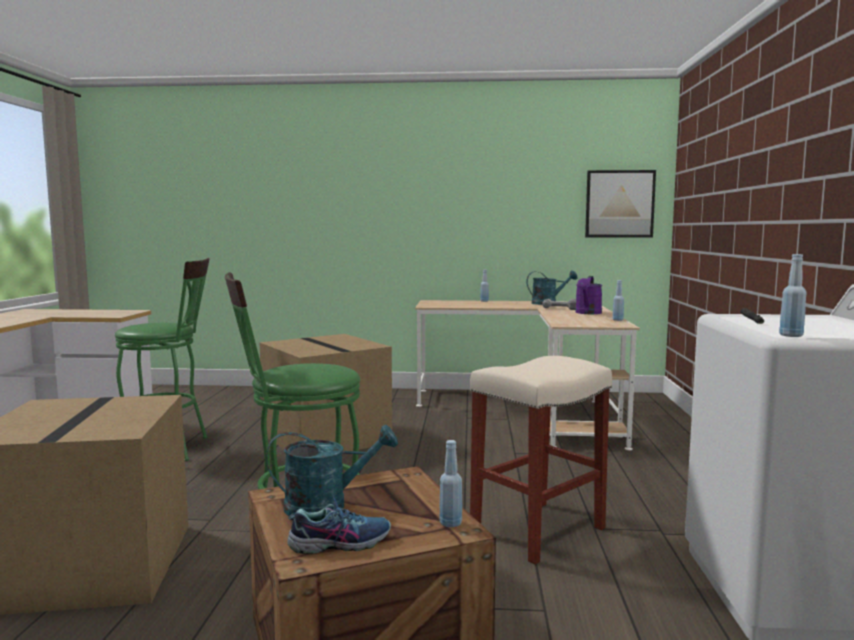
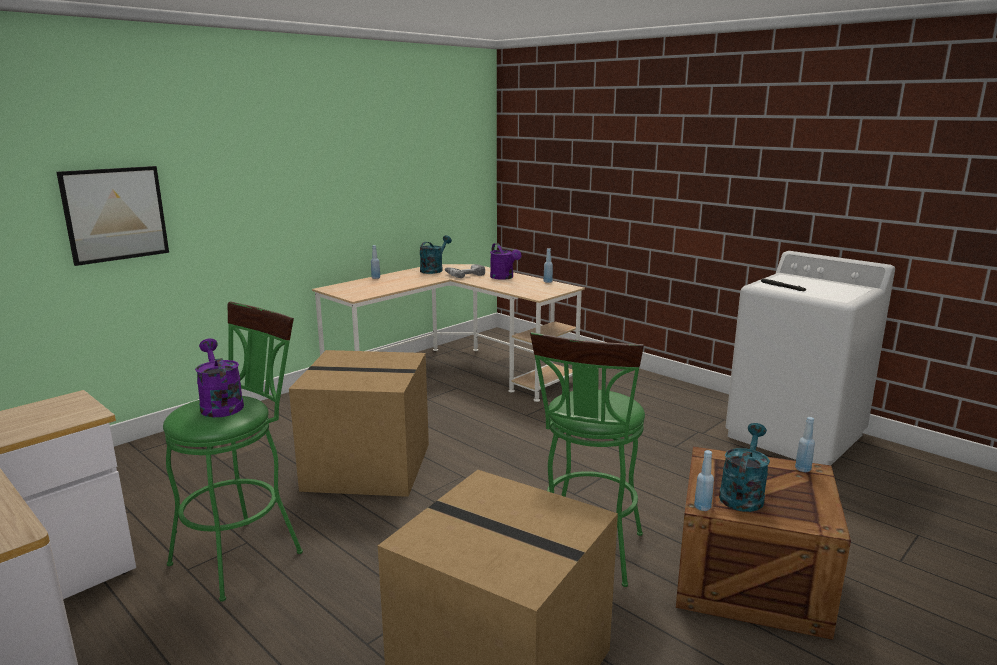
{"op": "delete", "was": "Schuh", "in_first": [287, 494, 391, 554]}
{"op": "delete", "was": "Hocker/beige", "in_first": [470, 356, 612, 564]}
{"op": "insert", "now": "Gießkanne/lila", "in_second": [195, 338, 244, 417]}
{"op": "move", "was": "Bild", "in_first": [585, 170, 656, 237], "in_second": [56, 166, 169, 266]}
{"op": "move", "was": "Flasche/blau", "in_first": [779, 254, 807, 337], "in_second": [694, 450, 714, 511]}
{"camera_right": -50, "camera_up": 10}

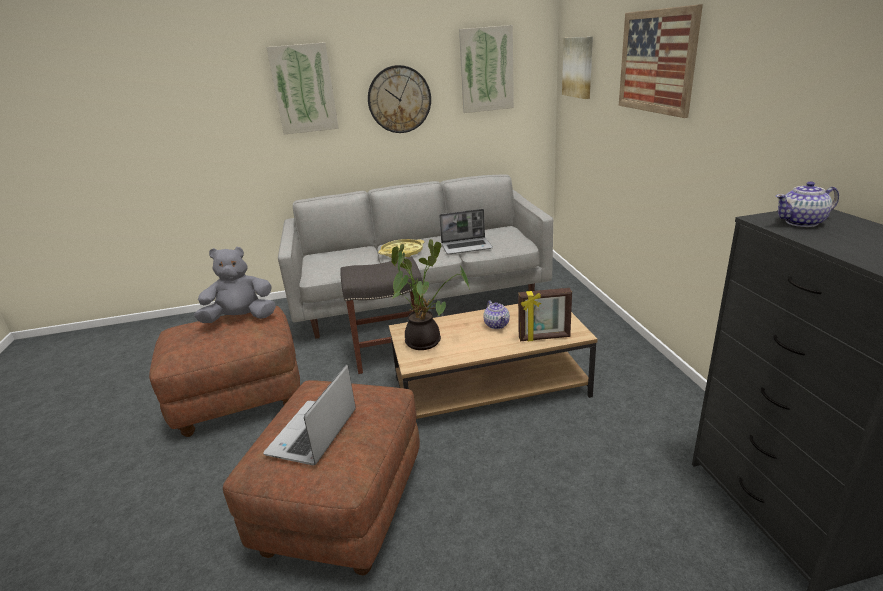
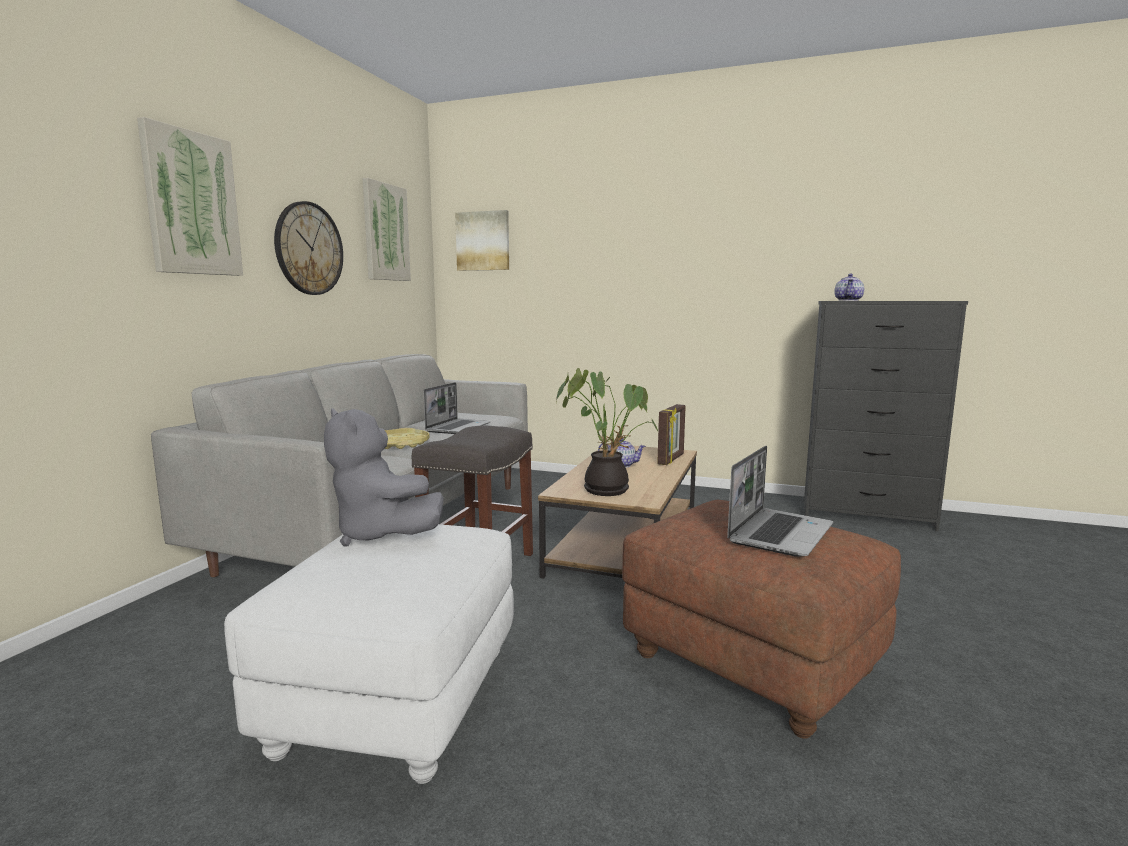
{"op": "delete", "was": "Bild", "in_first": [619, 4, 703, 118]}
{"op": "recolor", "was": "Polsterhocker/braun", "now": "Polsterhocker/weiß", "in_first": [149, 306, 300, 437], "in_second": [224, 524, 514, 784]}
{"op": "rotate", "was": "Plüschtier/grau", "in_first": [194, 247, 276, 323], "in_second": [324, 408, 444, 547], "clockwise": -60}
{"op": "rotate", "was": "Laptop", "in_first": [263, 365, 356, 465], "in_second": [727, 446, 833, 557], "clockwise": -105}
{"camera_right": -60, "camera_up": -15}

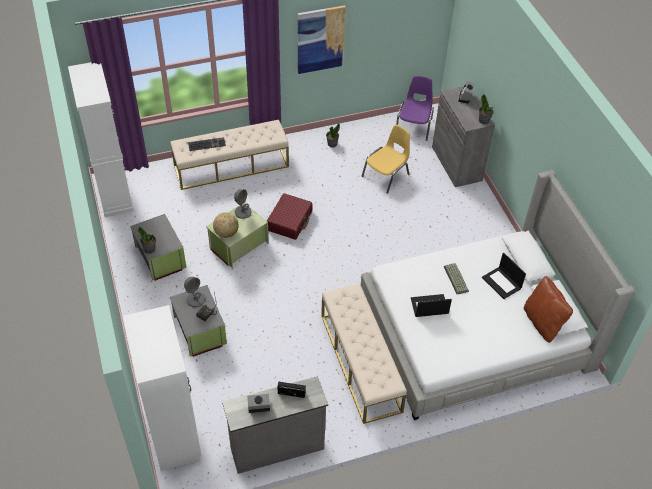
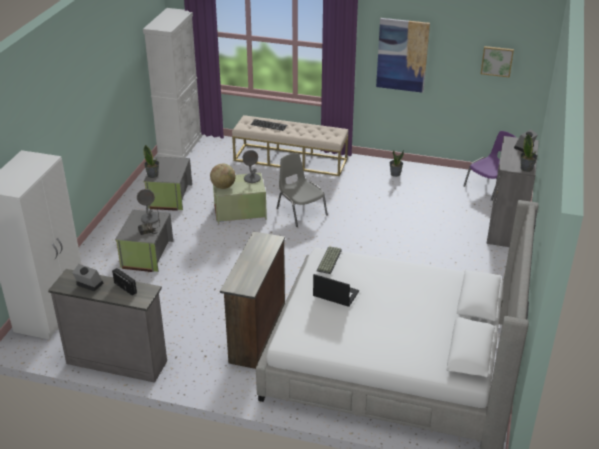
{"op": "delete", "was": "Stuhl/gelb", "in_first": [362, 125, 410, 194]}
{"op": "delete", "was": "Laptop", "in_first": [482, 253, 526, 299]}
{"op": "delete", "was": "Kissen/braun", "in_first": [524, 276, 573, 343]}
{"op": "insert", "now": "Bild", "in_second": [481, 46, 514, 78]}
{"op": "move", "was": "Tastatur", "in_first": [444, 263, 469, 294], "in_second": [317, 246, 342, 274]}
{"op": "replace", "was": "Koffer/rot", "now": "Stuhl/grau", "in_first": [267, 193, 312, 240], "in_second": [276, 153, 328, 227]}
{"op": "replace", "was": "Bank/beige", "now": "Kommode/braun", "in_first": [321, 284, 407, 424], "in_second": [220, 231, 285, 369]}
{"camera_right": 35, "camera_up": -15}

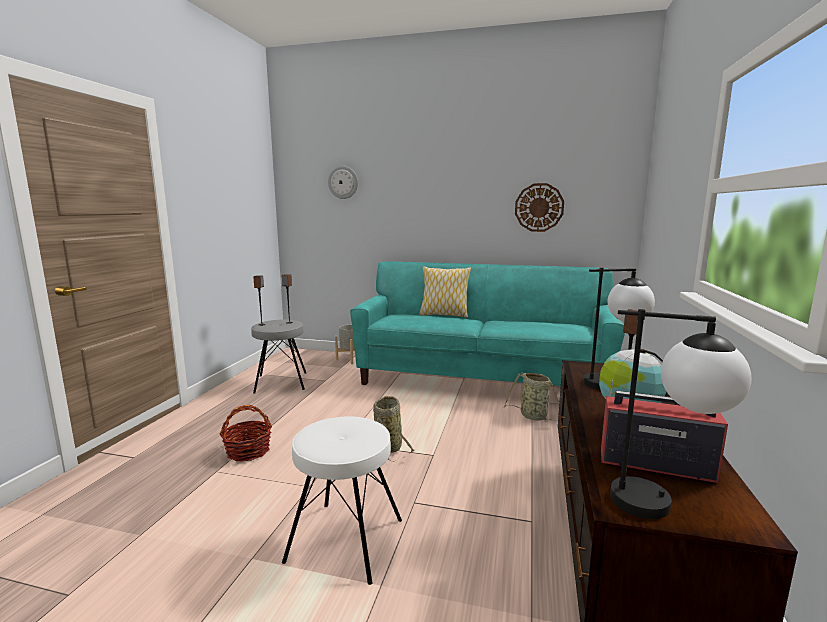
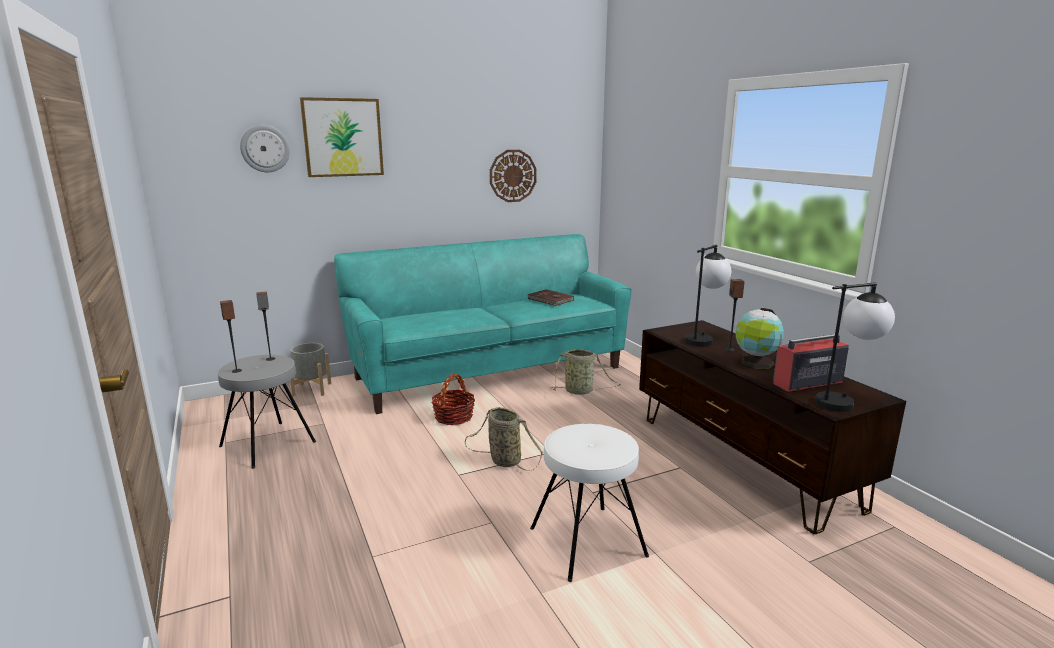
{"op": "delete", "was": "Kissen", "in_first": [419, 266, 471, 318]}
{"op": "insert", "now": "Bild", "in_second": [300, 97, 384, 177]}
{"op": "insert", "now": "Buch/braun", "in_second": [528, 289, 574, 306]}
{"op": "move", "was": "Korb", "in_first": [220, 405, 272, 462], "in_second": [432, 374, 475, 425]}
{"camera_right": -40, "camera_up": 5}

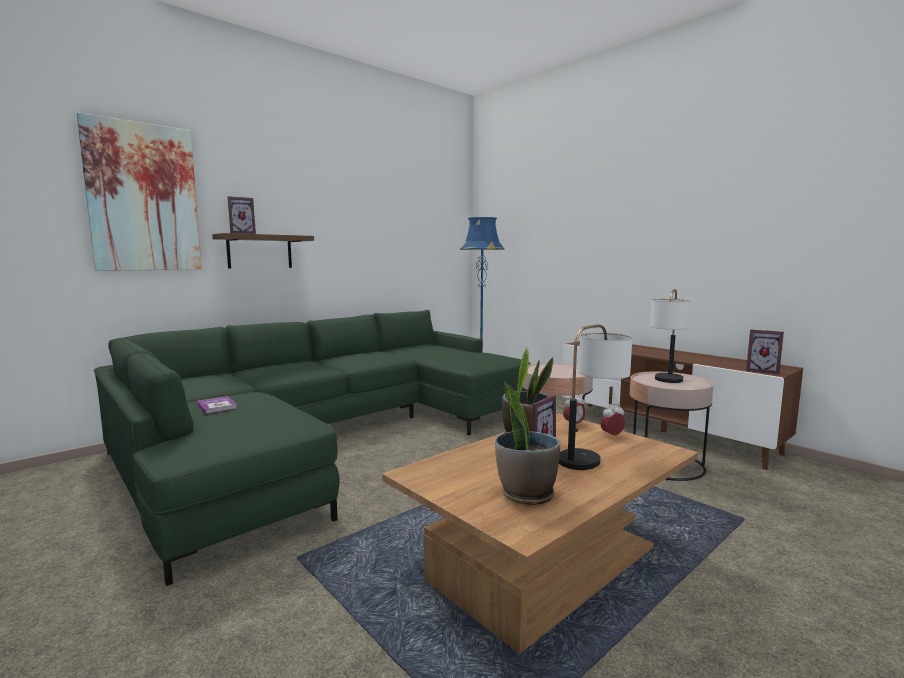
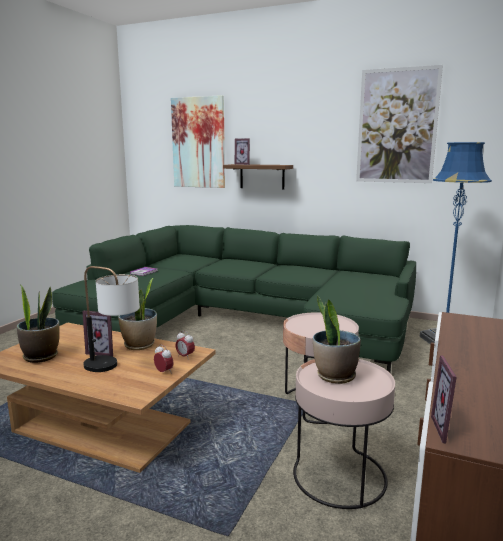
{"op": "insert", "now": "Bild", "in_second": [356, 65, 443, 183]}
{"op": "replace", "was": "Tischlampe", "now": "Topfpflanze", "in_first": [650, 289, 691, 383], "in_second": [313, 295, 361, 384]}
{"camera_right": 65, "camera_up": 5}

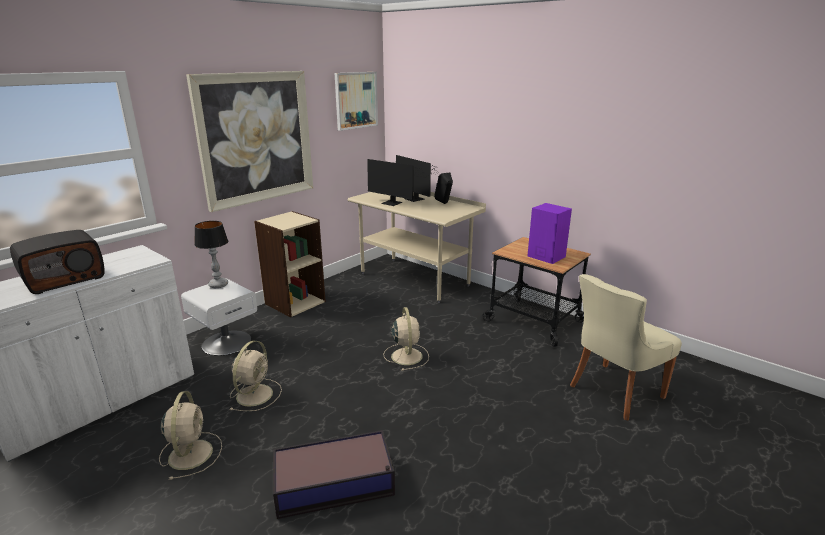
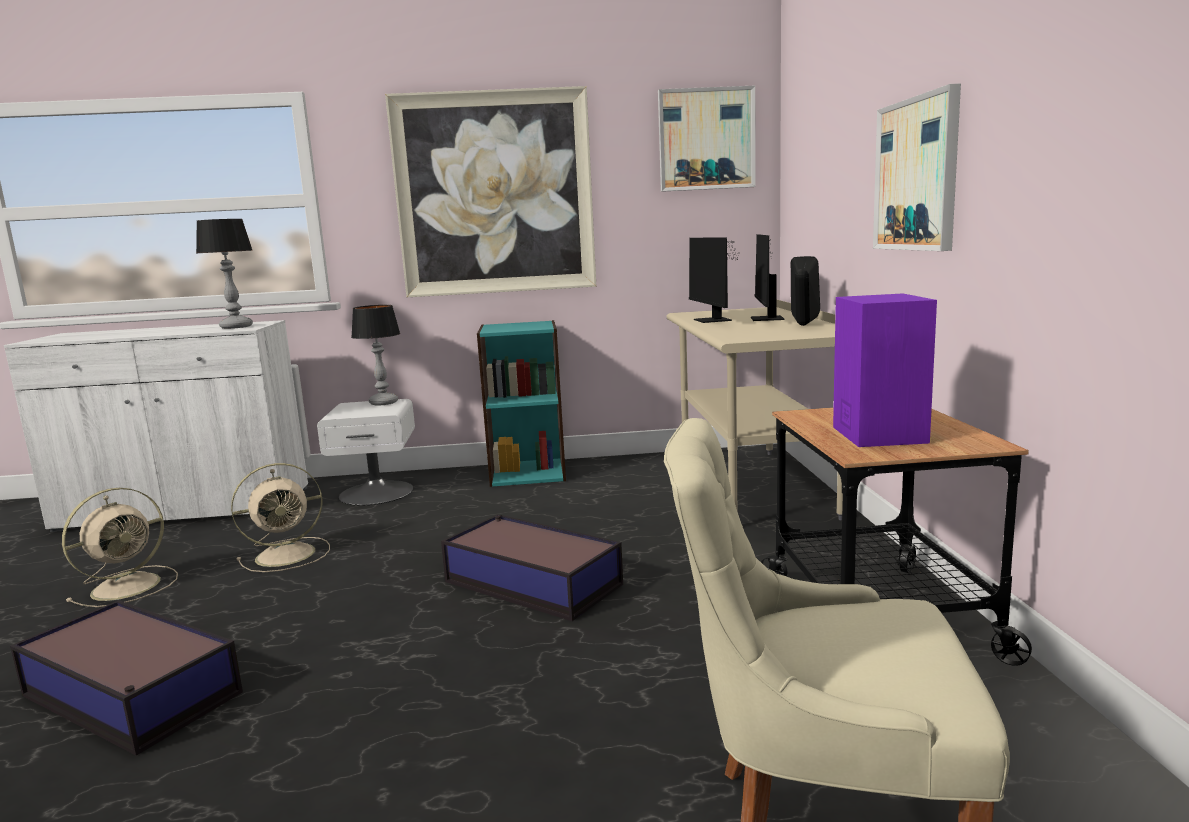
{"op": "delete", "was": "Radio", "in_first": [10, 230, 105, 294]}
{"op": "insert", "now": "Tischlampe", "in_second": [196, 219, 253, 329]}
{"op": "insert", "now": "Bild", "in_second": [873, 83, 961, 251]}
{"op": "replace", "was": "Ventilator/beige", "now": "Aufbewahrungsbox", "in_first": [383, 307, 429, 371], "in_second": [441, 514, 623, 621]}
{"op": "recolor", "was": "Bücherregal/beige", "now": "Bücherregal/türkis", "in_first": [254, 211, 326, 317], "in_second": [477, 320, 566, 487]}
{"camera_right": 45, "camera_up": -10}

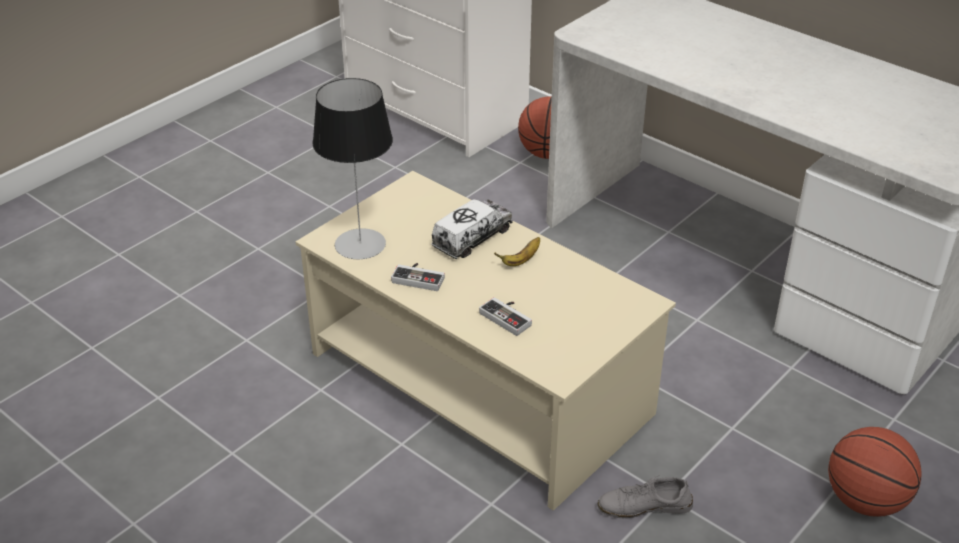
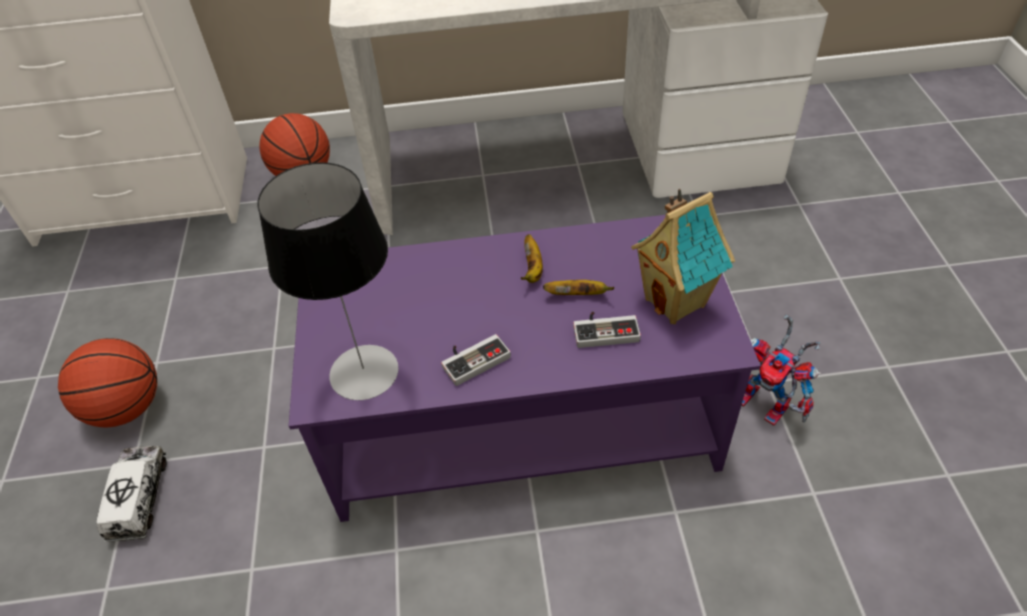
{"op": "insert", "now": "Banane", "in_second": [543, 280, 615, 295]}
{"op": "insert", "now": "Spielzeughaus", "in_second": [631, 189, 735, 324]}
{"op": "move", "was": "Spielzeuglaster", "in_first": [431, 199, 513, 259], "in_second": [96, 446, 167, 542]}
{"op": "move", "was": "Basketball", "in_first": [828, 427, 922, 517], "in_second": [58, 338, 157, 428]}
{"op": "replace", "was": "Schuh/grau", "now": "Spielzeugroboter", "in_first": [597, 475, 693, 519], "in_second": [741, 314, 821, 426]}
{"op": "recolor", "was": "Couchtisch/beige", "now": "Couchtisch/lila", "in_first": [296, 171, 676, 511], "in_second": [289, 215, 761, 522]}
{"camera_right": -45, "camera_up": 10}

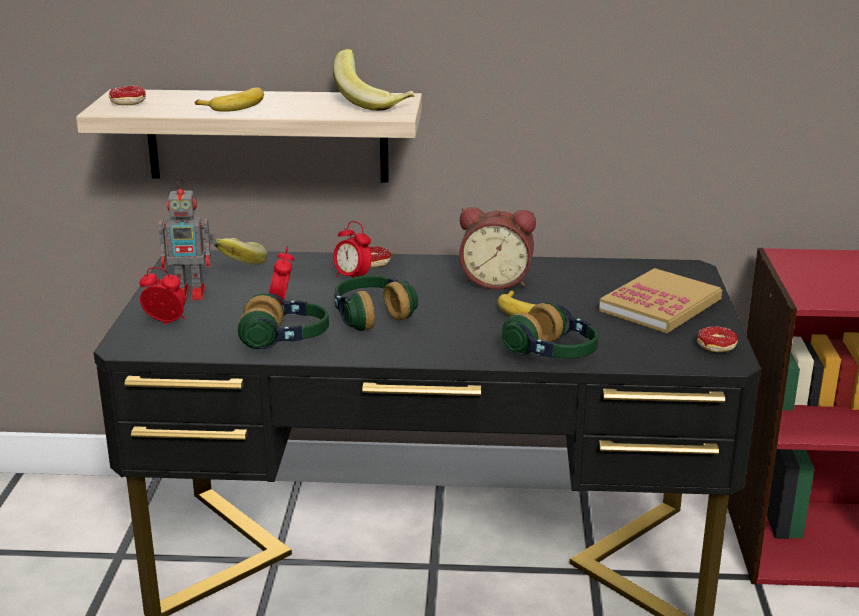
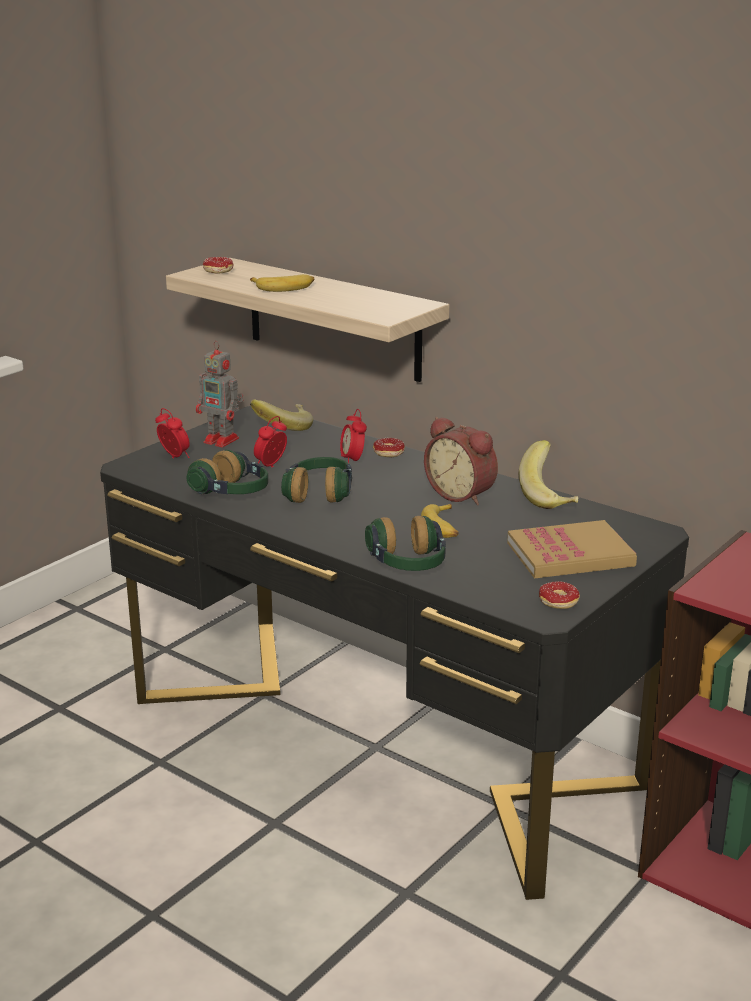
{"op": "move", "was": "Banane", "in_first": [333, 49, 415, 111], "in_second": [519, 440, 578, 509]}
{"camera_right": 35, "camera_up": 0}

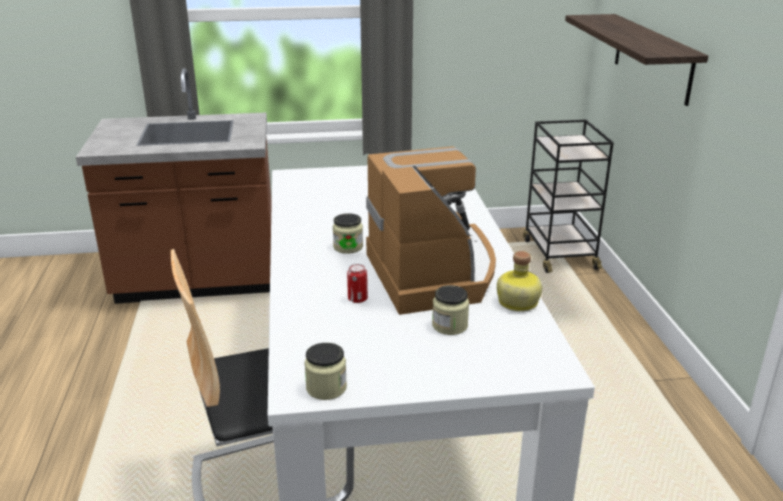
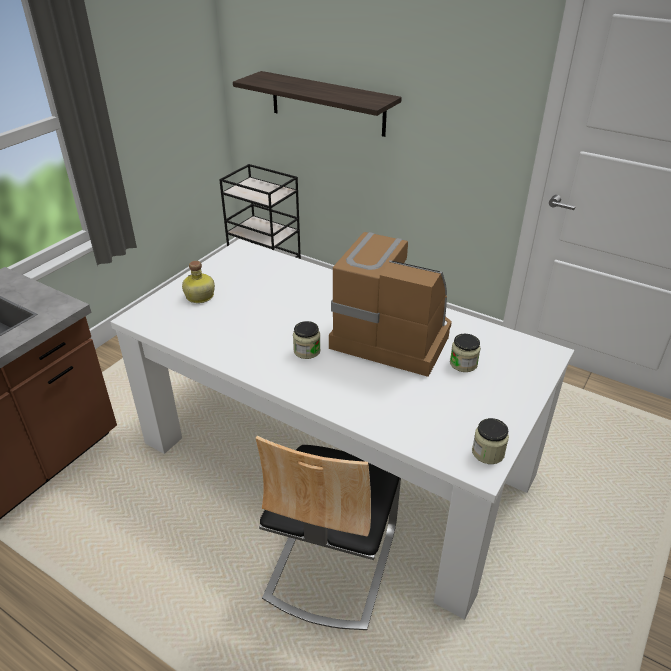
{"op": "delete", "was": "Dose", "in_first": [347, 264, 368, 303]}
{"op": "move", "was": "Flasche", "in_first": [497, 251, 542, 312], "in_second": [182, 261, 215, 303]}
{"camera_right": -50, "camera_up": 10}

